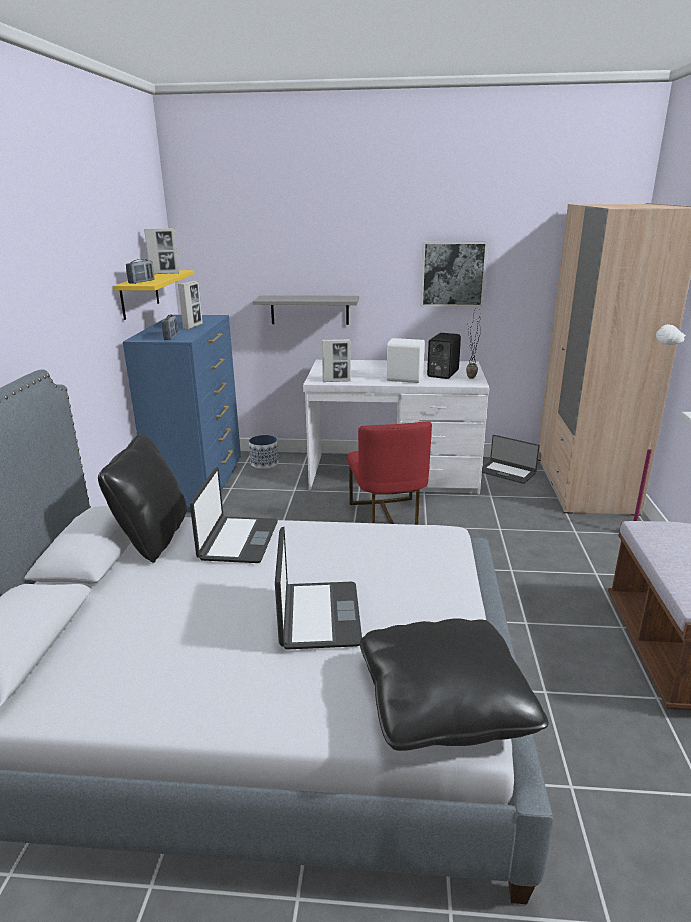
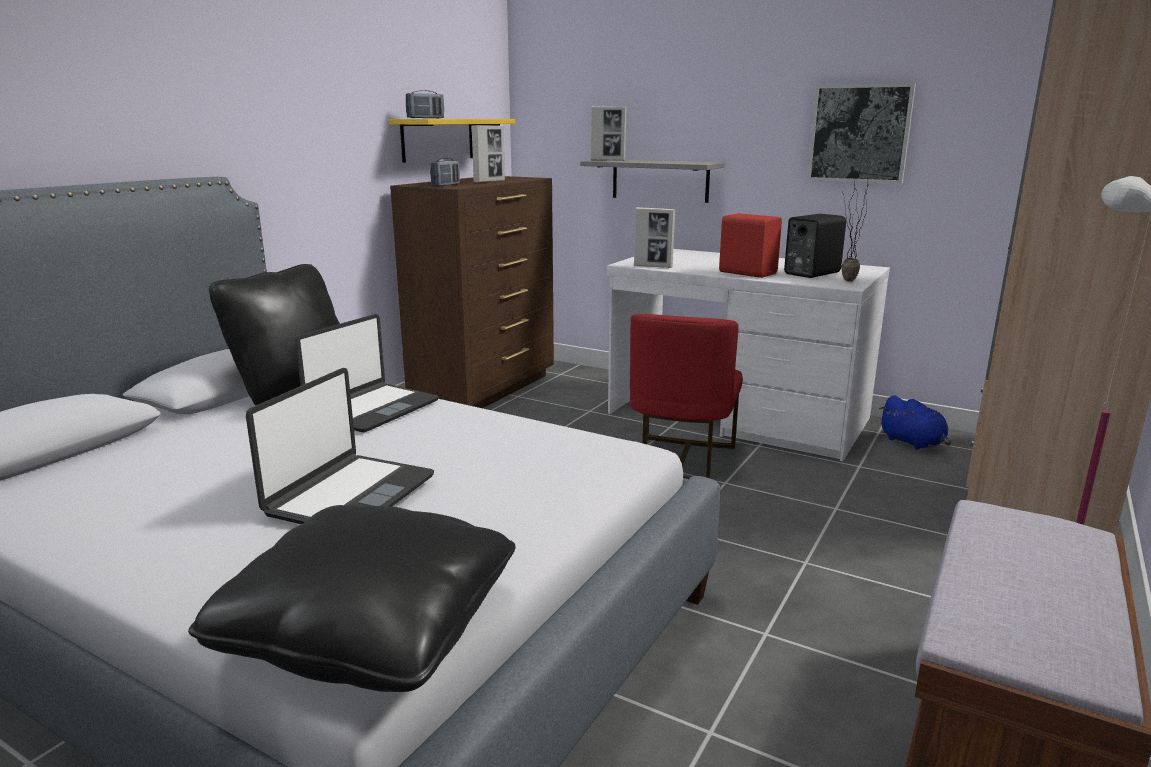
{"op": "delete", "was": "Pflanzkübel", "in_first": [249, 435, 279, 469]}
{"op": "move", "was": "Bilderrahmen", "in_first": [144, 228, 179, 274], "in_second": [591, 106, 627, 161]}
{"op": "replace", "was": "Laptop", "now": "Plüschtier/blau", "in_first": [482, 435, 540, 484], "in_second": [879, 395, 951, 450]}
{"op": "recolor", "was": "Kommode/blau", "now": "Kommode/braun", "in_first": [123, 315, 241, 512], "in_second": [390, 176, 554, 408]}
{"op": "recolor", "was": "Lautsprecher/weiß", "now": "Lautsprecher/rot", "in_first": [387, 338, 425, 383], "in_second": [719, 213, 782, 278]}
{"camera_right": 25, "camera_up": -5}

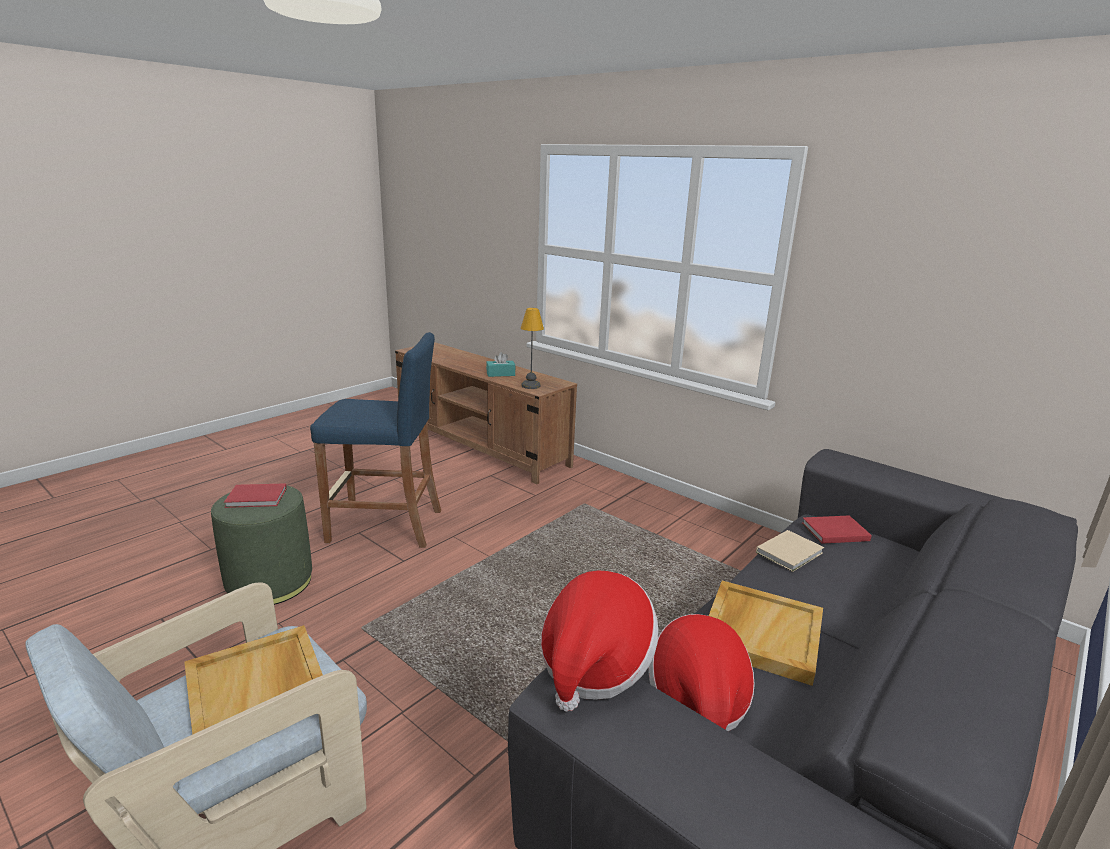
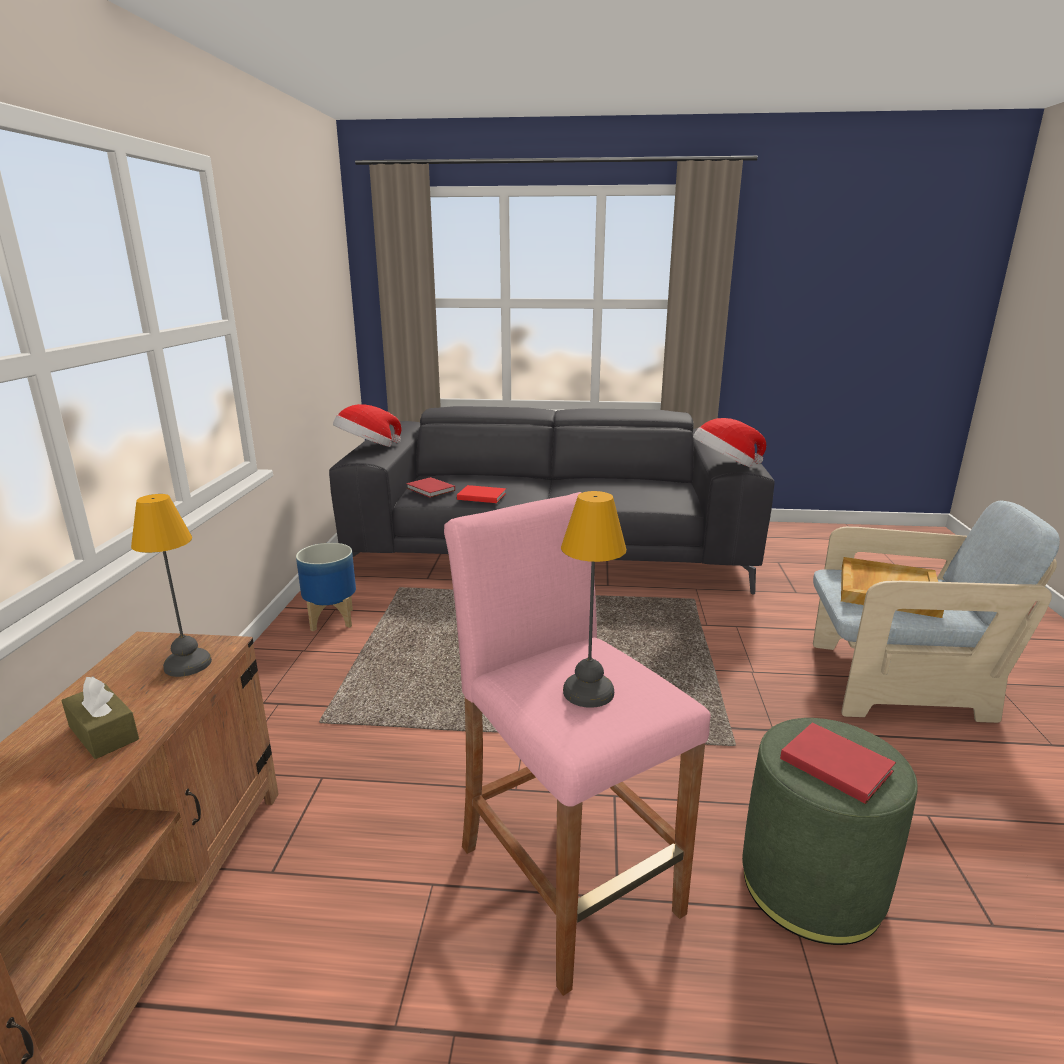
{"op": "delete", "was": "Tablett/beige", "in_first": [708, 580, 823, 686]}
{"op": "insert", "now": "Pflanzkübel", "in_second": [296, 543, 356, 631]}
{"op": "insert", "now": "Tischlampe", "in_second": [561, 491, 627, 708]}
{"op": "move", "was": "Hut", "in_first": [648, 614, 755, 731], "in_second": [333, 404, 401, 447]}
{"op": "recolor", "was": "Hocker/blau", "now": "Hocker/rosa", "in_first": [310, 332, 441, 548], "in_second": [444, 492, 711, 996]}
{"op": "recolor", "was": "Taschentuchbox/türkis", "now": "Taschentuchbox/braun", "in_first": [486, 352, 515, 377], "in_second": [61, 676, 139, 759]}
{"op": "recolor", "was": "Buch/beige", "now": "Buch/rot", "in_first": [756, 530, 824, 572], "in_second": [457, 485, 506, 503]}
{"camera_right": -125, "camera_up": 0}

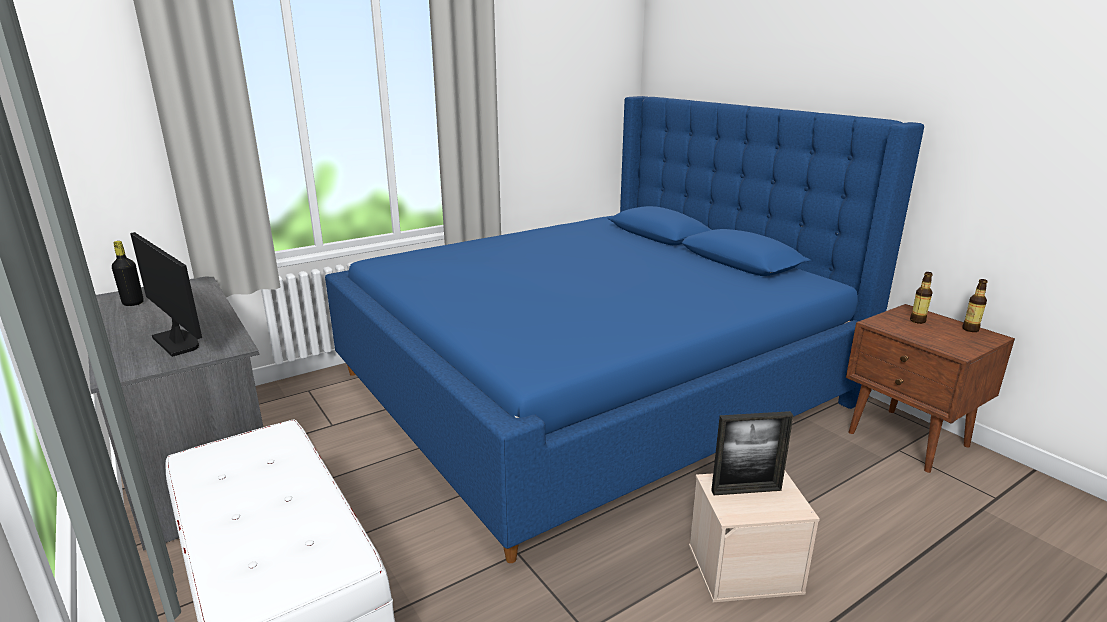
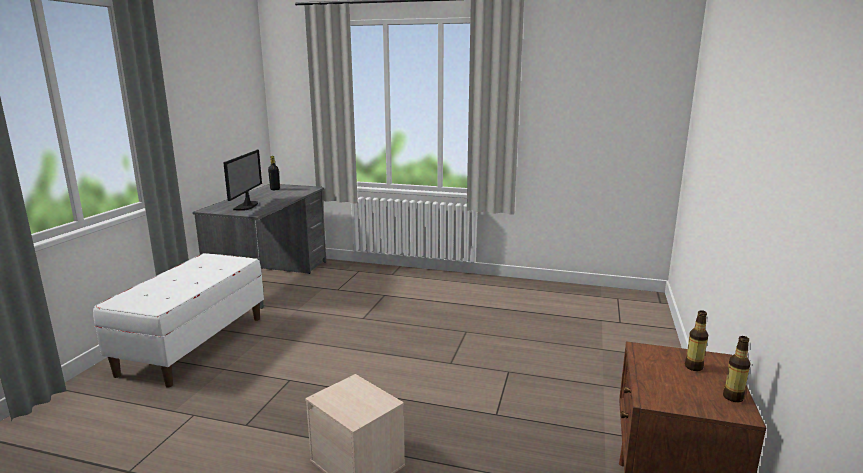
{"op": "delete", "was": "Bett/blau", "in_first": [325, 96, 924, 563]}
{"op": "delete", "was": "Bilderrahmen", "in_first": [711, 411, 793, 495]}
{"camera_right": 50, "camera_up": -5}

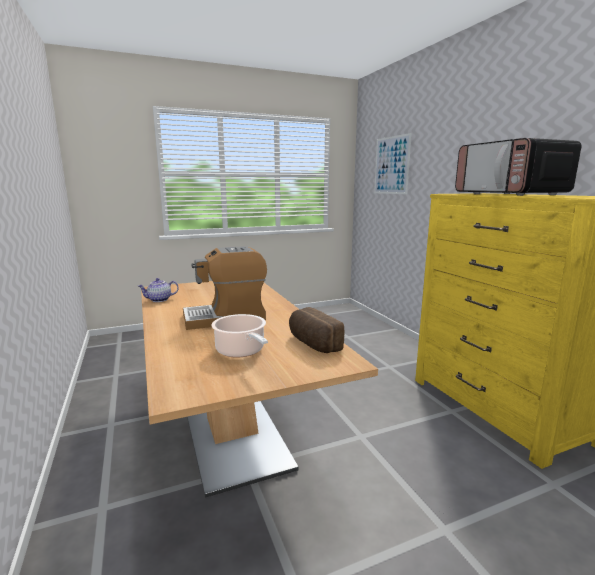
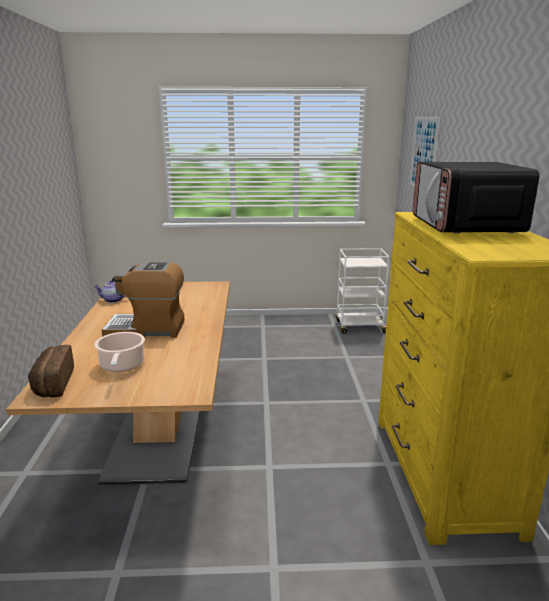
{"op": "insert", "now": "Rollwagen/weiß", "in_second": [335, 248, 389, 334]}
{"op": "move", "was": "Brot", "in_first": [289, 307, 344, 353], "in_second": [28, 345, 74, 397]}
{"camera_right": 20, "camera_up": 5}

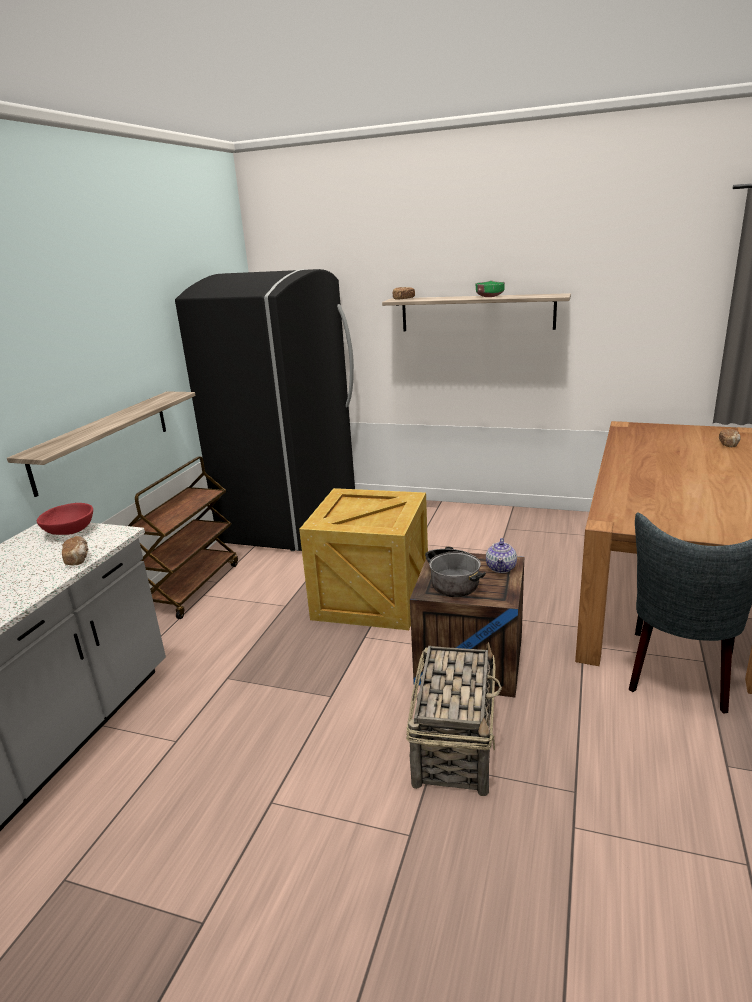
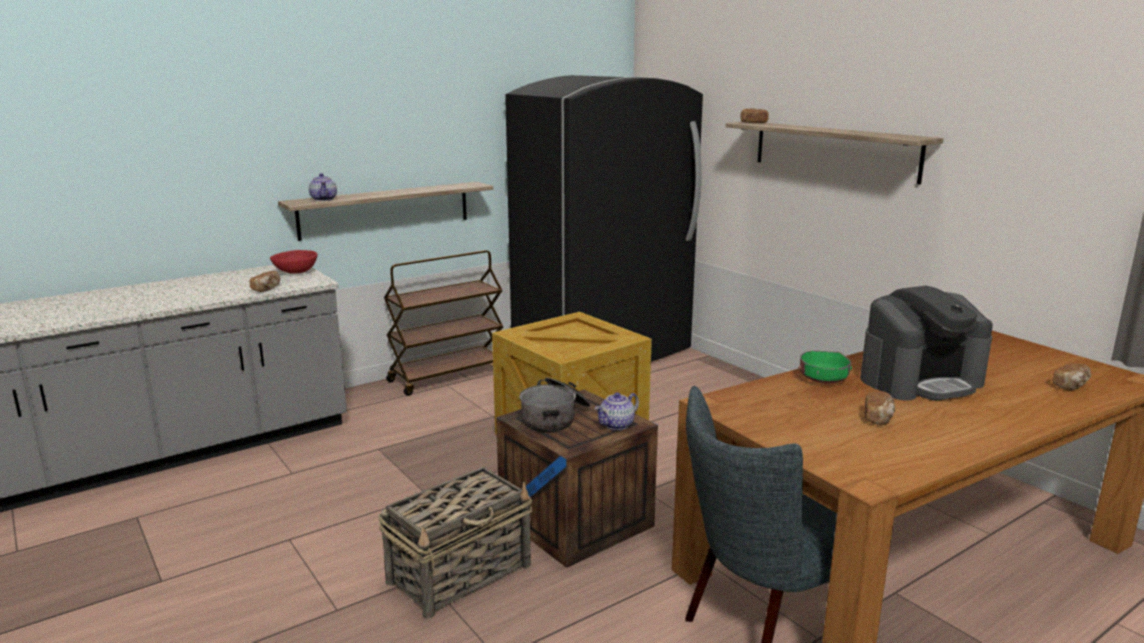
{"op": "insert", "now": "Teekanne", "in_second": [309, 173, 337, 201]}
{"op": "insert", "now": "Kaffeemaschine", "in_second": [860, 286, 993, 401]}
{"op": "insert", "now": "Brot", "in_second": [865, 391, 895, 425]}
{"op": "move", "was": "Schüssel/grün", "in_first": [475, 280, 505, 297], "in_second": [798, 351, 852, 384]}
{"camera_right": 35, "camera_up": -5}

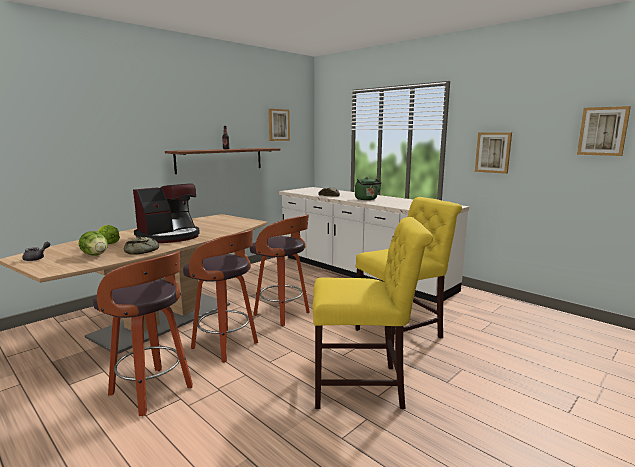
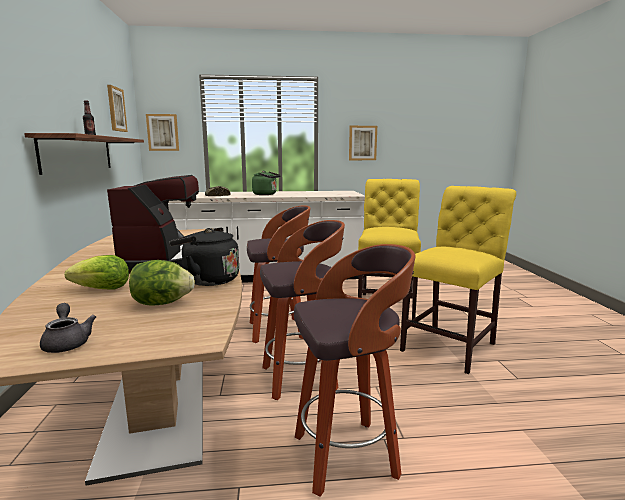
{"op": "move", "was": "Bild", "in_first": [577, 106, 631, 156], "in_second": [146, 114, 179, 151]}
{"op": "replace", "was": "Brot", "now": "Wasserkessel/schwarz", "in_first": [124, 237, 159, 255], "in_second": [169, 227, 239, 286]}
{"camera_right": -50, "camera_up": 0}

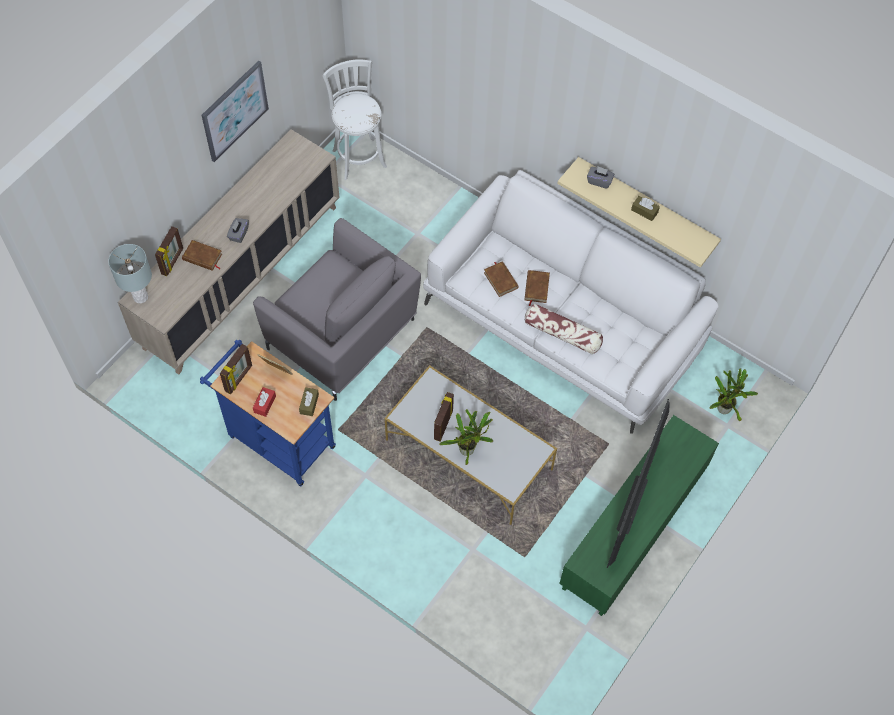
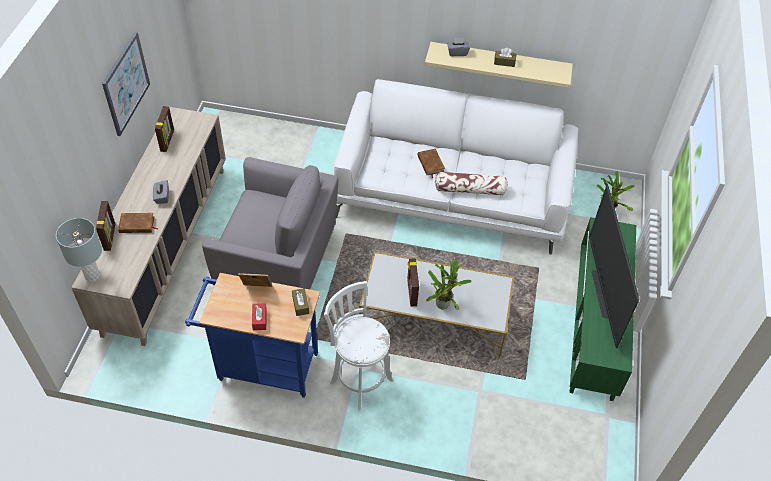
{"op": "delete", "was": "Buch/braun", "in_first": [484, 261, 519, 297]}
{"op": "move", "was": "Bilderrahmen", "in_first": [220, 344, 252, 394], "in_second": [155, 106, 174, 152]}
{"op": "move", "was": "Hocker/weiß", "in_first": [323, 59, 387, 180], "in_second": [324, 281, 393, 411]}
{"camera_right": -25, "camera_up": -10}

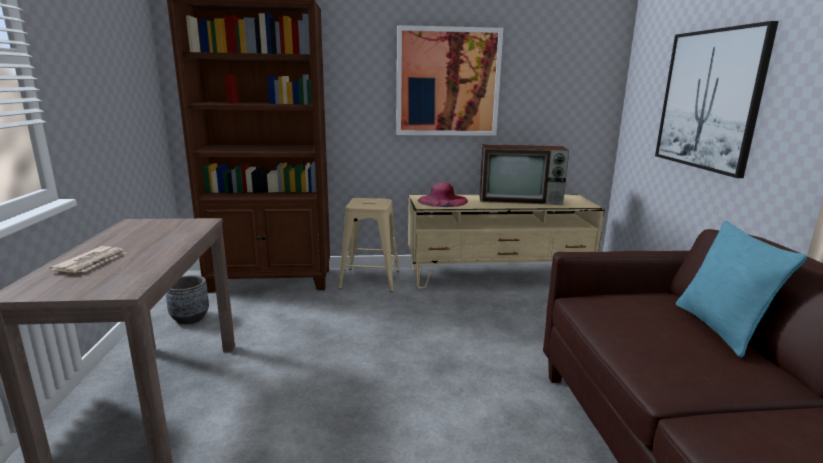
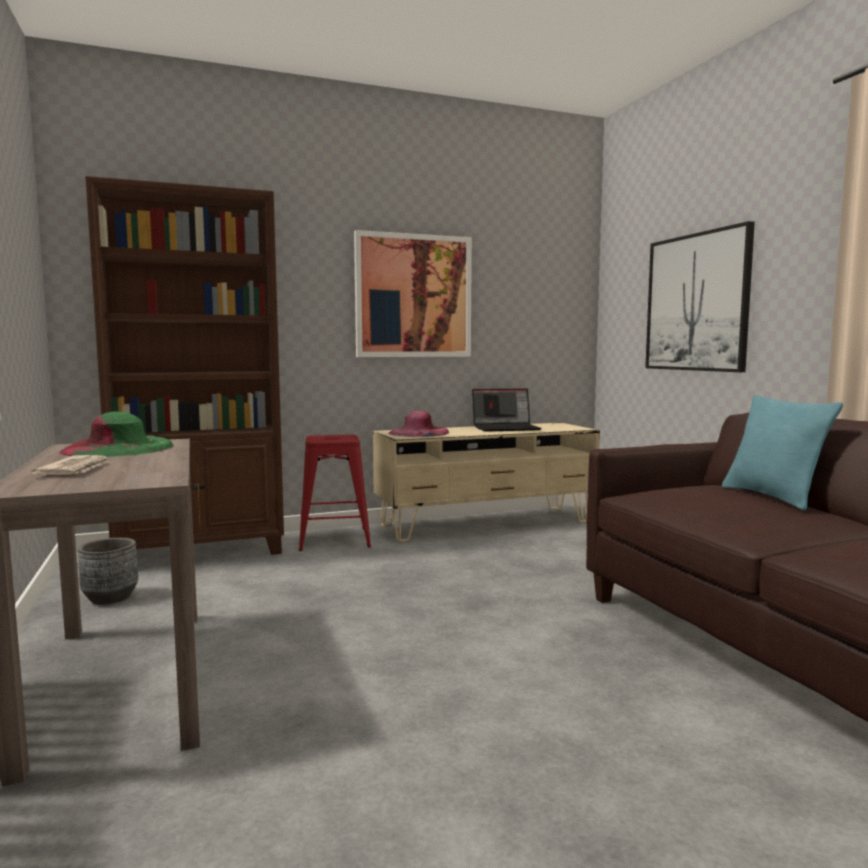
{"op": "insert", "now": "Hut/grün", "in_second": [59, 411, 174, 457]}
{"op": "replace", "was": "Fernseher", "now": "Laptop", "in_first": [479, 144, 569, 205], "in_second": [472, 388, 542, 432]}
{"op": "recolor", "was": "Hocker/beige", "now": "Hocker/rot", "in_first": [338, 198, 399, 292], "in_second": [299, 435, 371, 551]}
{"camera_right": -15, "camera_up": -10}

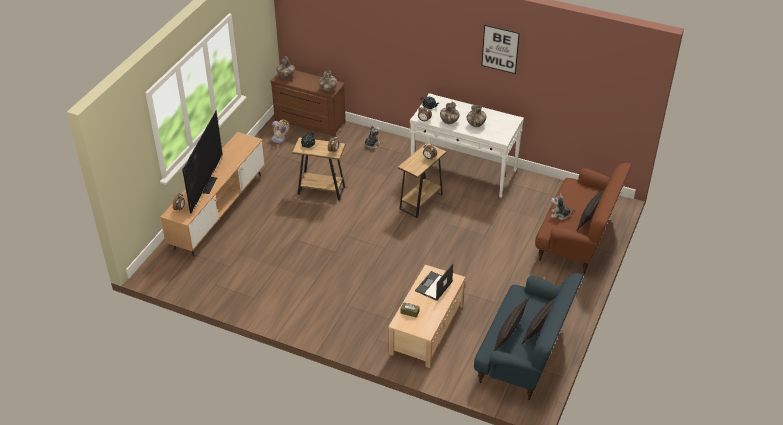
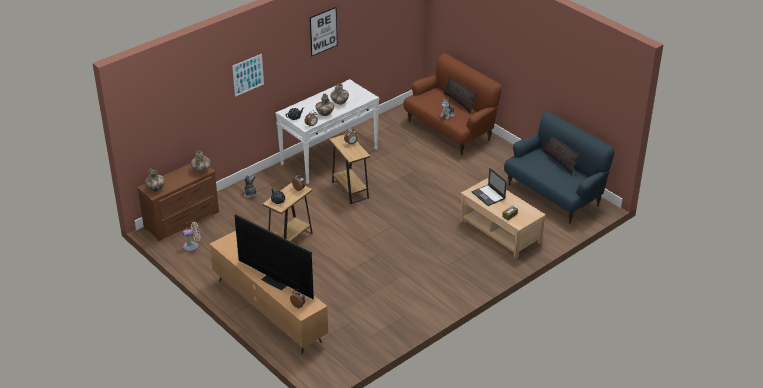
{"op": "delete", "was": "Kissen", "in_first": [494, 298, 529, 351]}
{"op": "insert", "now": "Bild", "in_second": [232, 54, 264, 97]}
{"camera_right": -65, "camera_up": -5}

